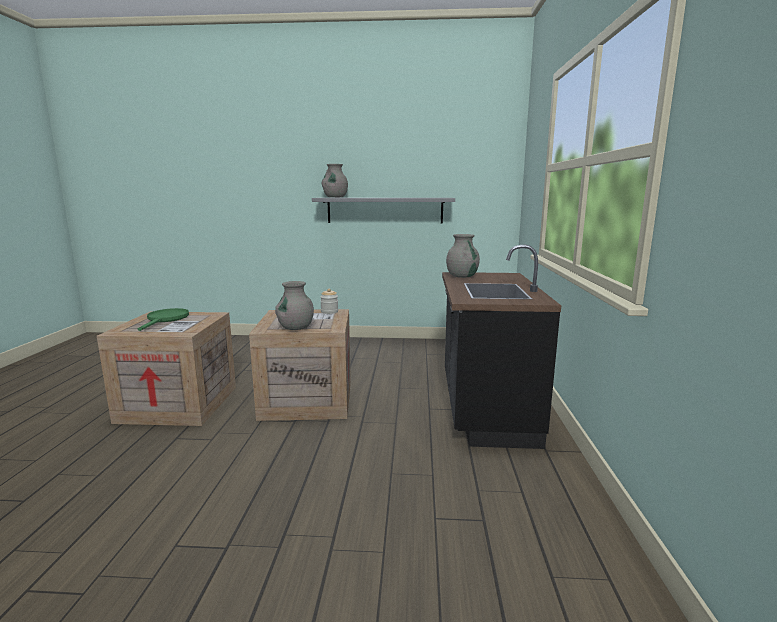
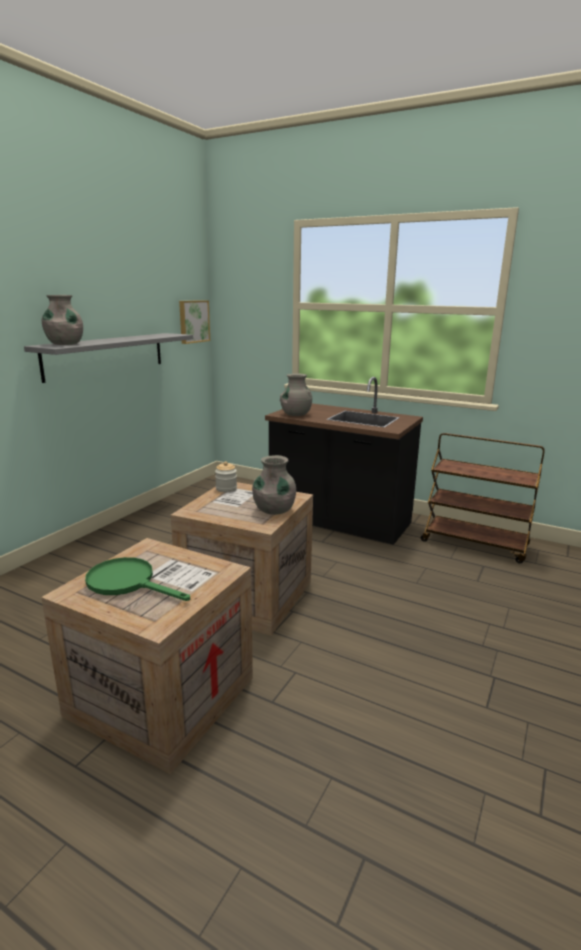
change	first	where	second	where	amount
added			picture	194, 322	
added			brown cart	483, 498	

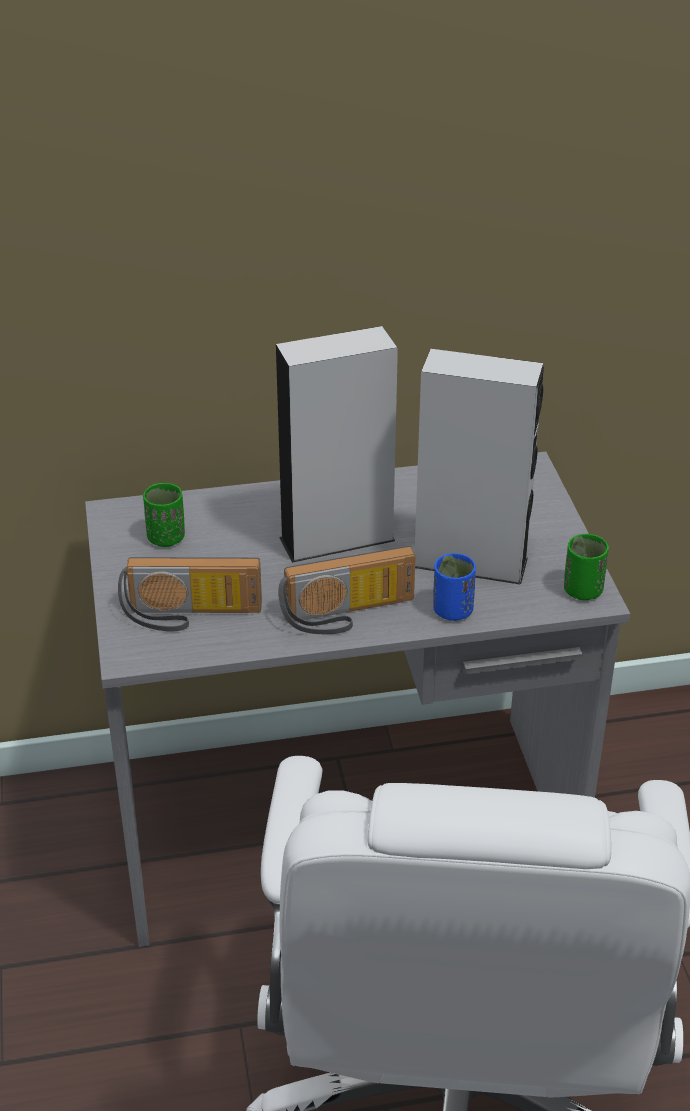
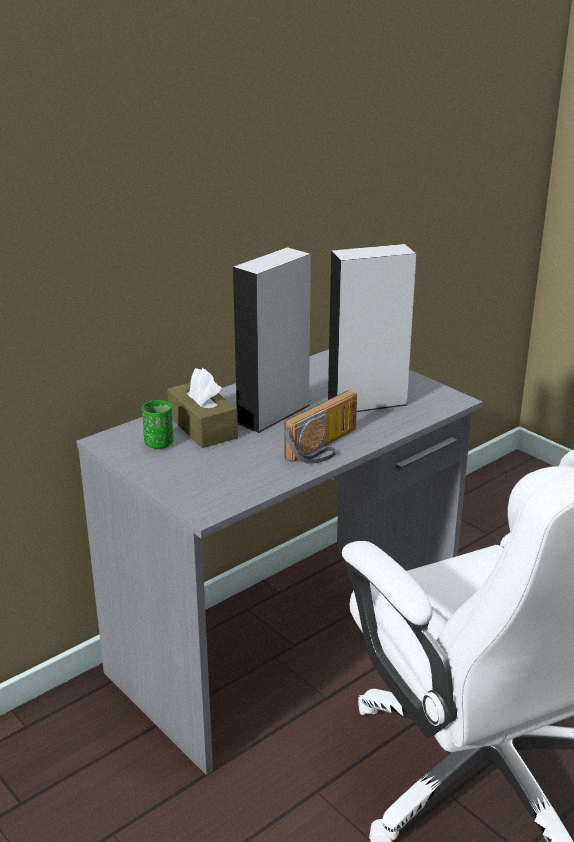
change	first	where	second	where	amount
removed	green cup	586, 567			
removed	blue cup	454, 587			
removed	radio	190, 594			
added			brown tissue box	202, 408	

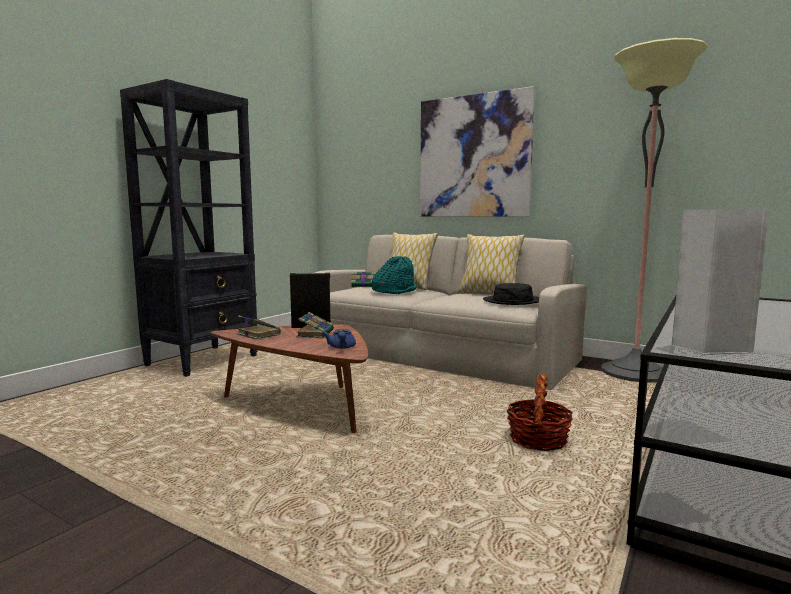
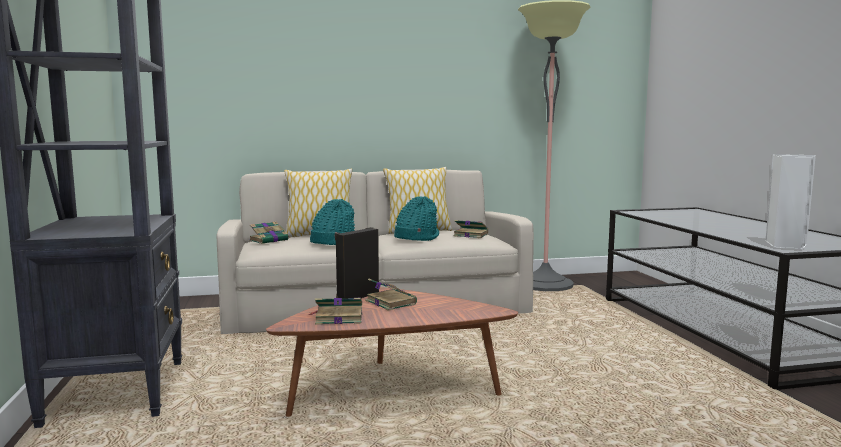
change	first	where	second	where	amount
removed	picture	477, 151			
replaced	black hat	511, 294	book	470, 229	
removed	blue teapot	339, 339			
removed	basket	540, 412			
added			turquoise hat	416, 218	

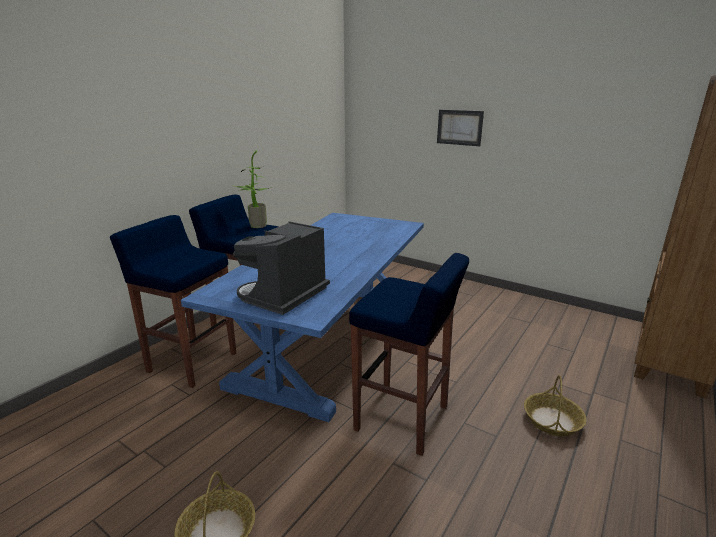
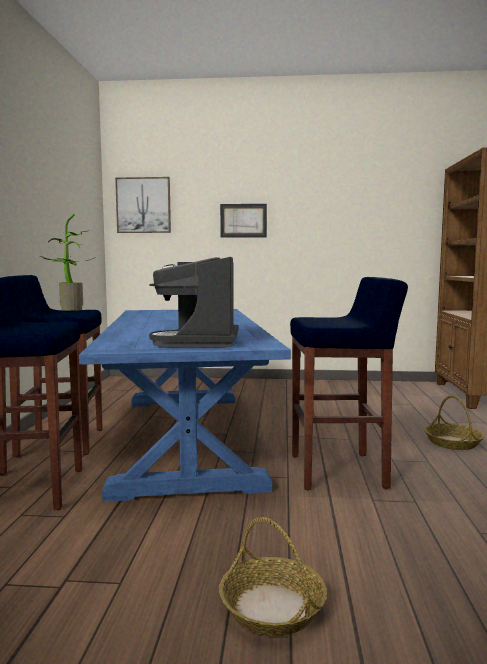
change	first	where	second	where	amount
added			picture	143, 205	

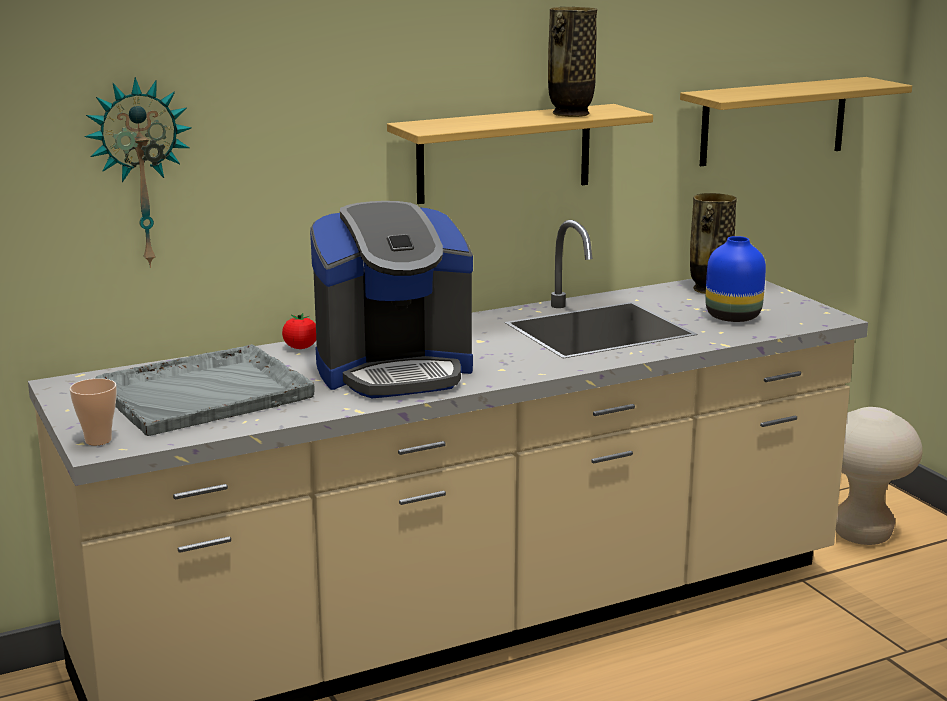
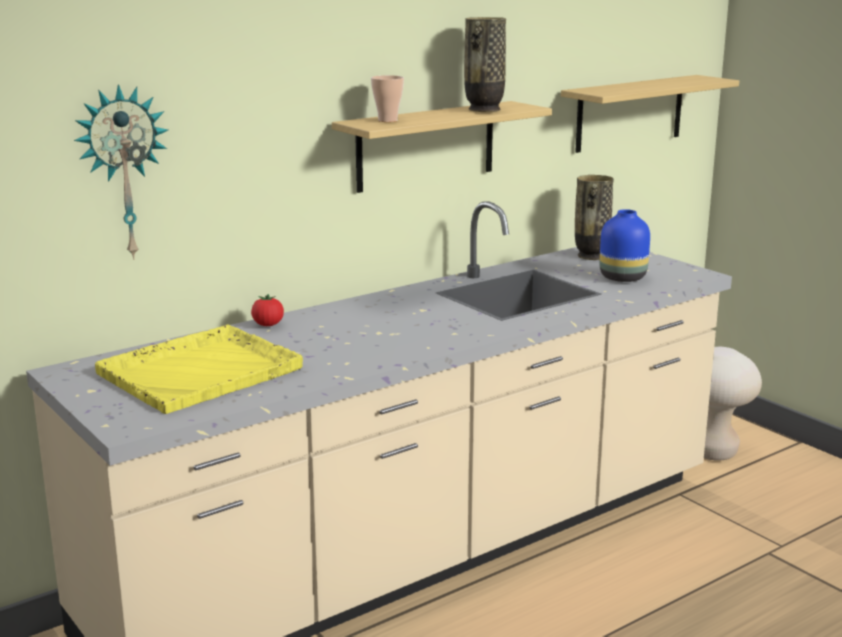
change	first	where	second	where	amount
removed	coffee machine	391, 299			
recoloured	grey tray	205, 390	yellow tray	199, 369	
moved	cup	93, 411		387, 98	

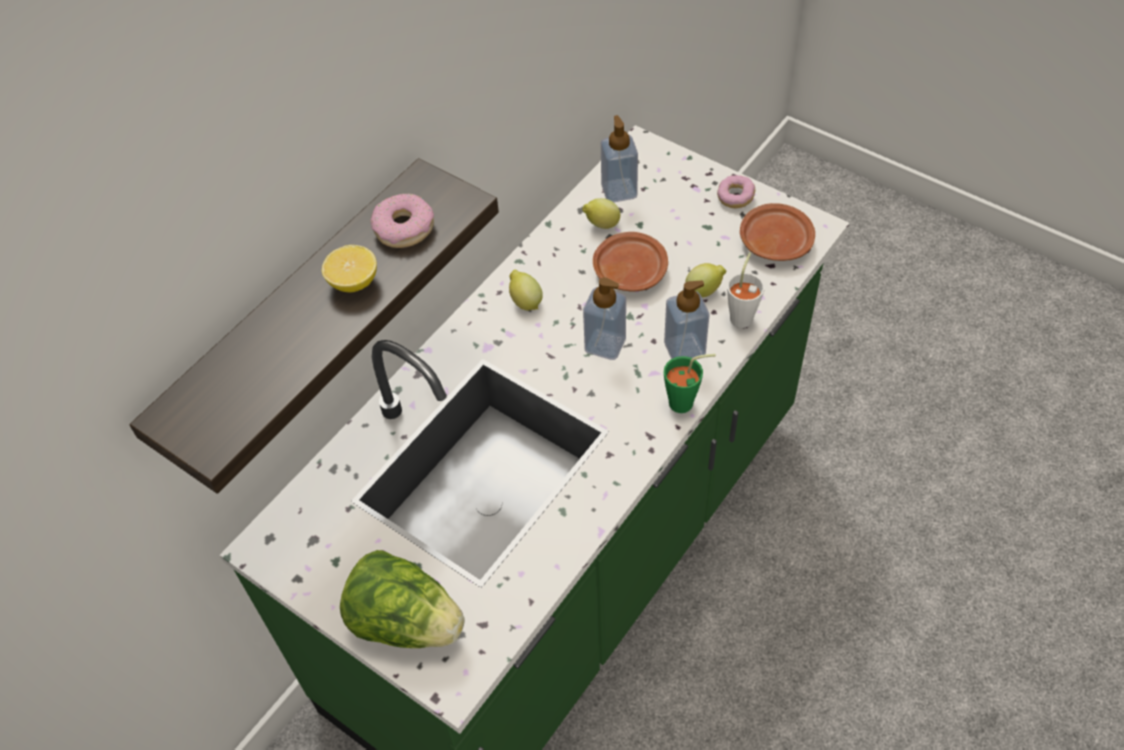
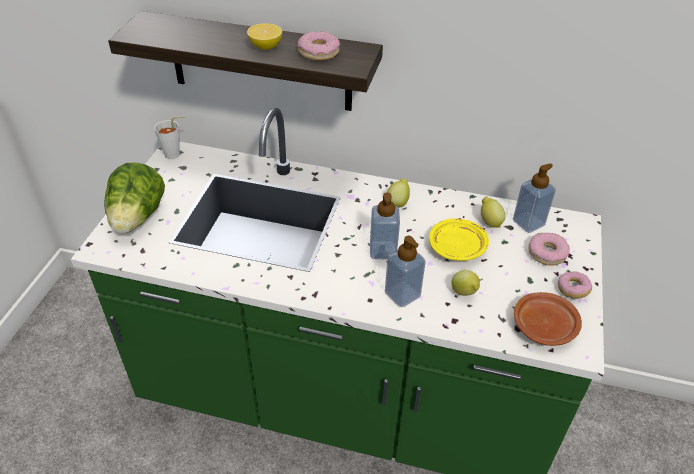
change	first	where	second	where	amount
recoloured	brown plate	630, 262	yellow plate	459, 239	
moved	white cup	746, 290		170, 137	
removed	green cup	690, 383			
added			donut	549, 249	

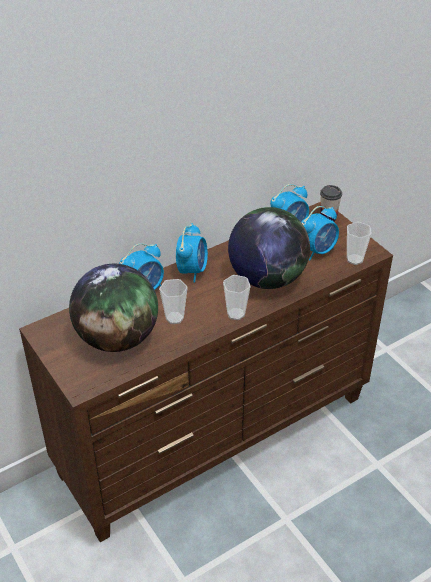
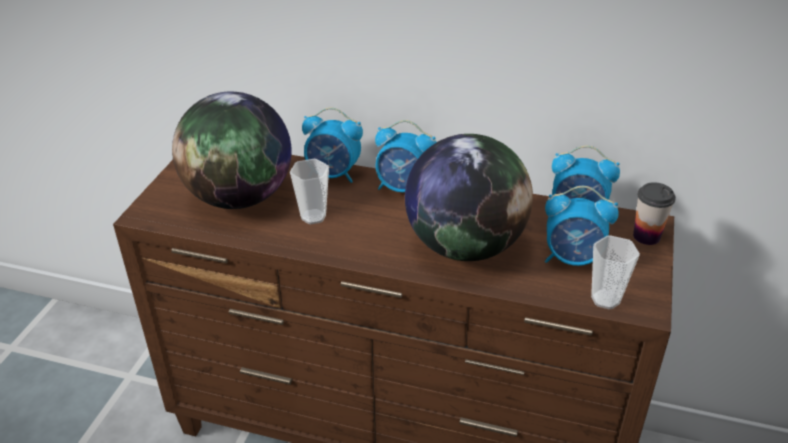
change	first	where	second	where	amount
turned	alarm clock	192, 253		405, 156	45 degrees clockwise
removed	cup	237, 297			

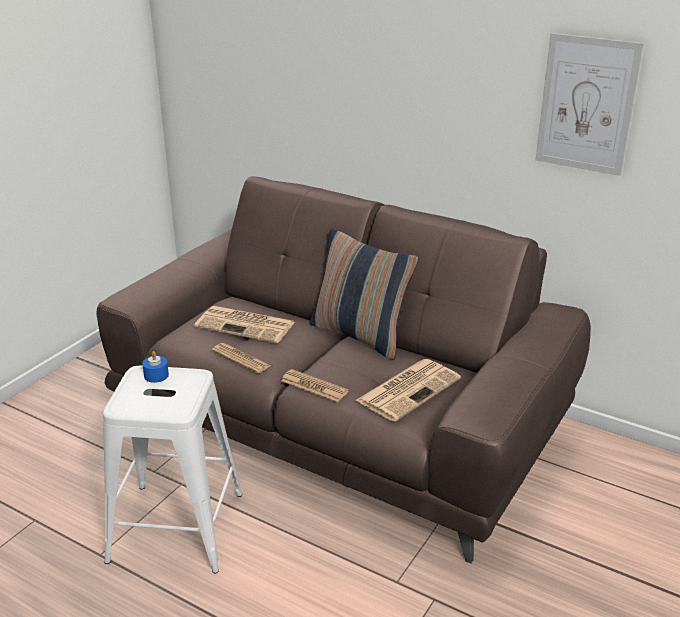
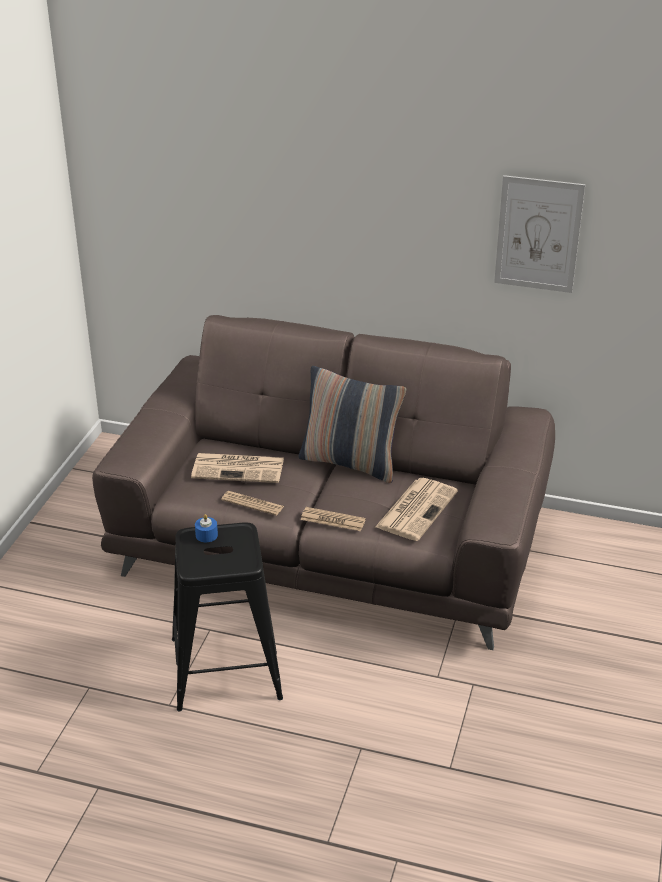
change	first	where	second	where	amount
recoloured	white stool	172, 469	black stool	227, 616	

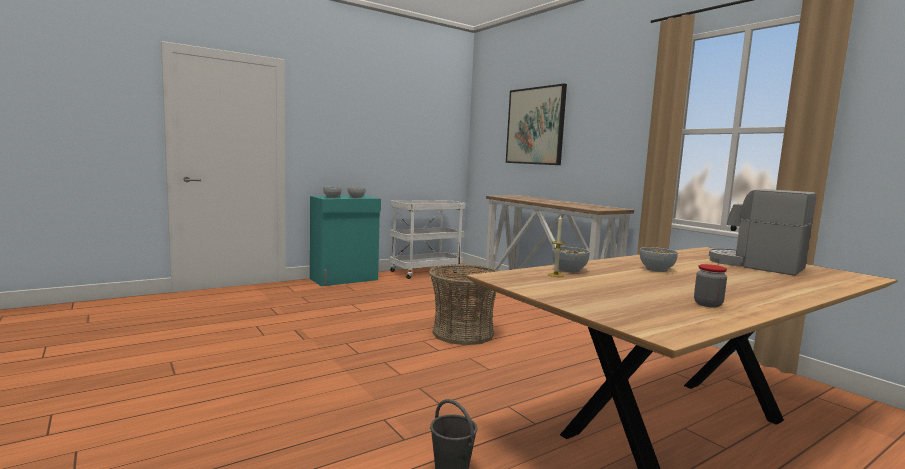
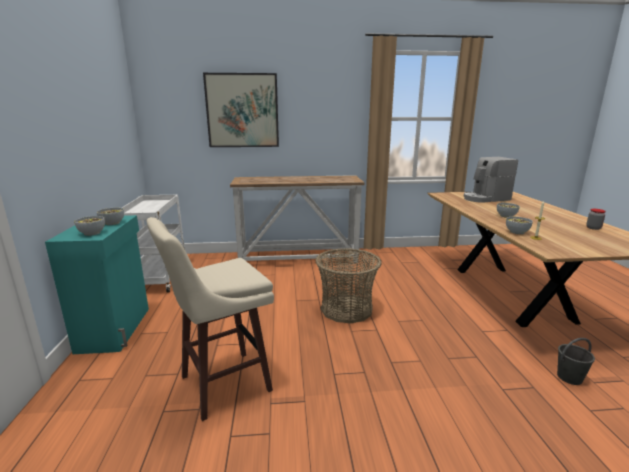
change	first	where	second	where	amount
added			beige stool	210, 319	

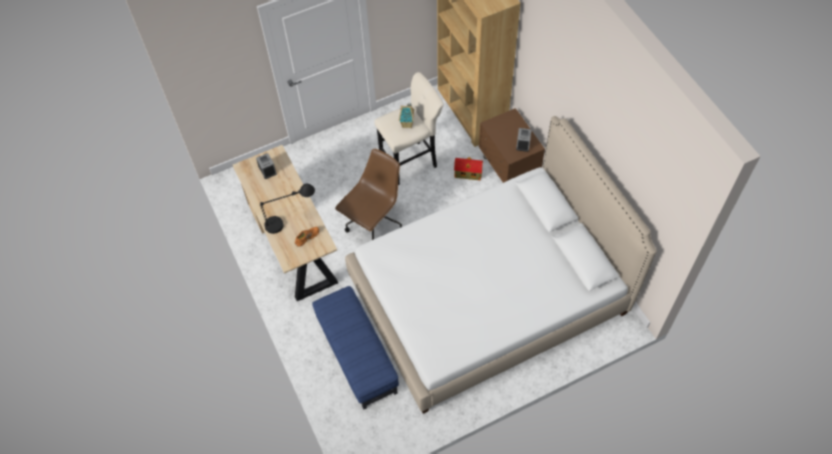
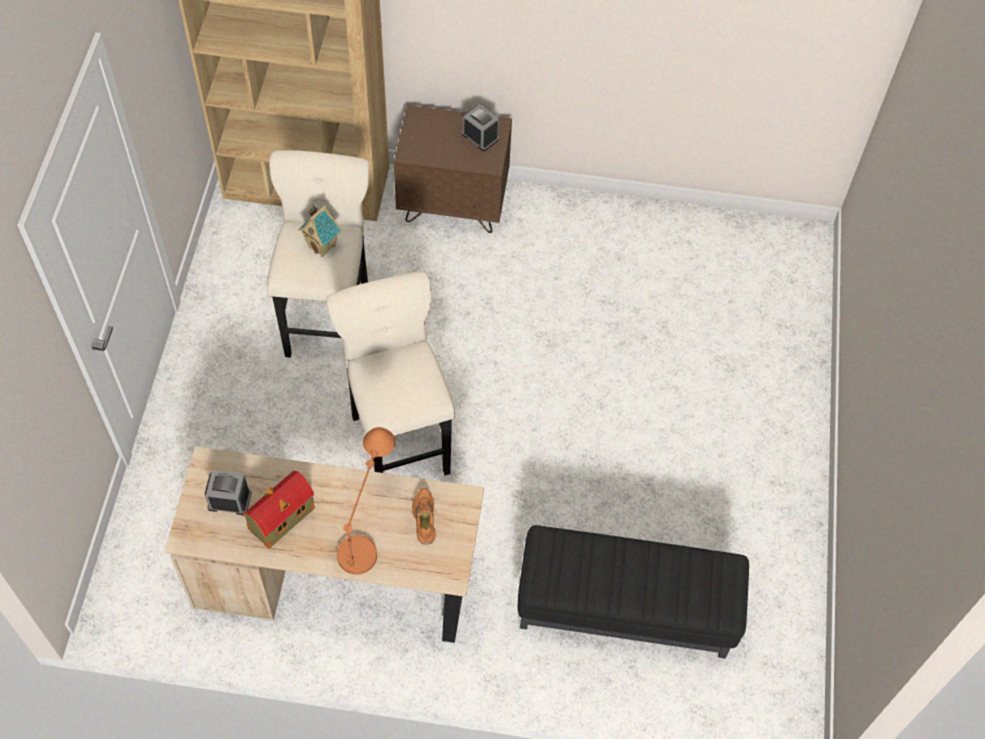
change	first	where	second	where	amount
removed	bed	501, 265			
replaced	brown office chair	368, 194	beige stool	390, 373	
moved	toy house	468, 168		279, 510	
recoloured	black table lamp	287, 208	orange table lamp	366, 501	
recoloured	blue ottoman	355, 347	black ottoman	633, 592	

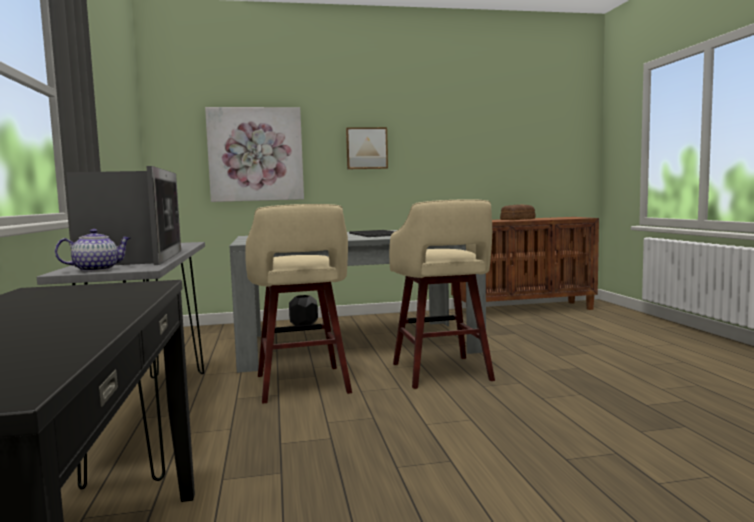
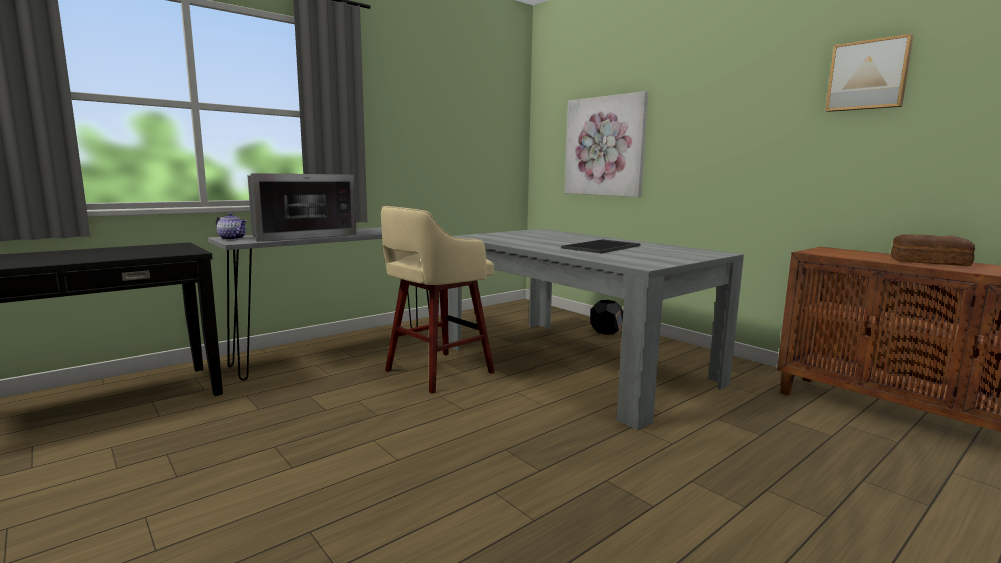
change	first	where	second	where	amount
moved	picture	367, 148		869, 73	
removed	beige stool	442, 294			

